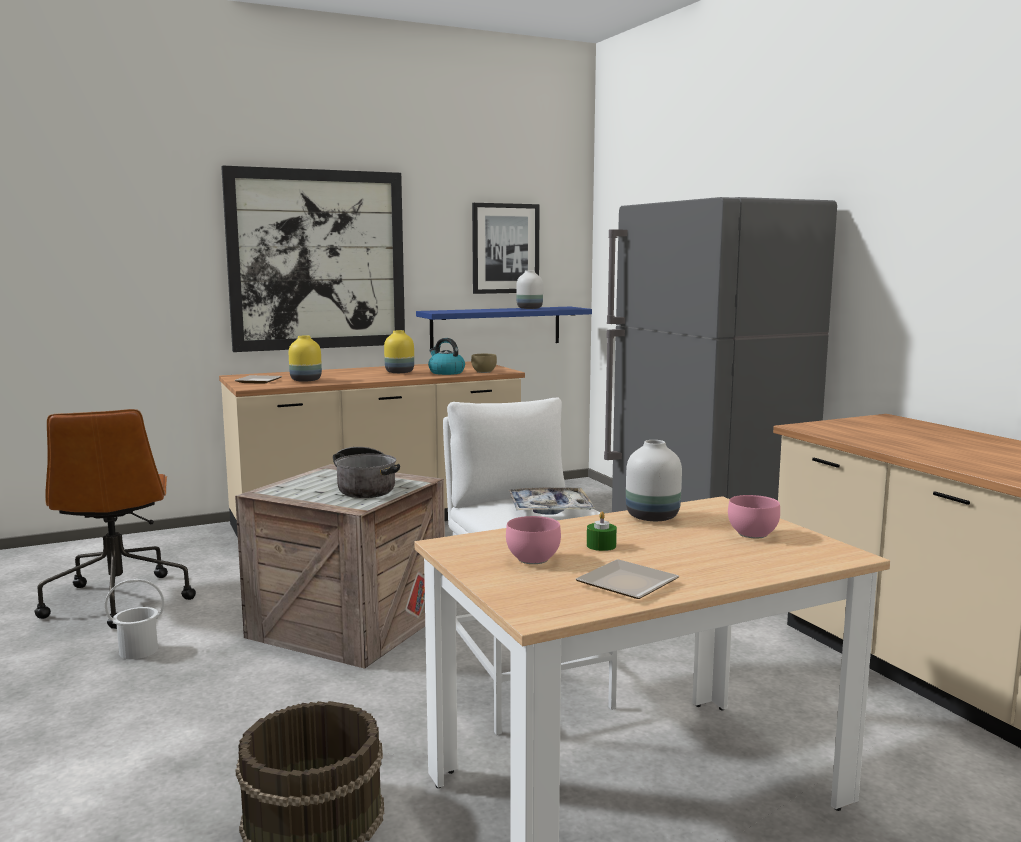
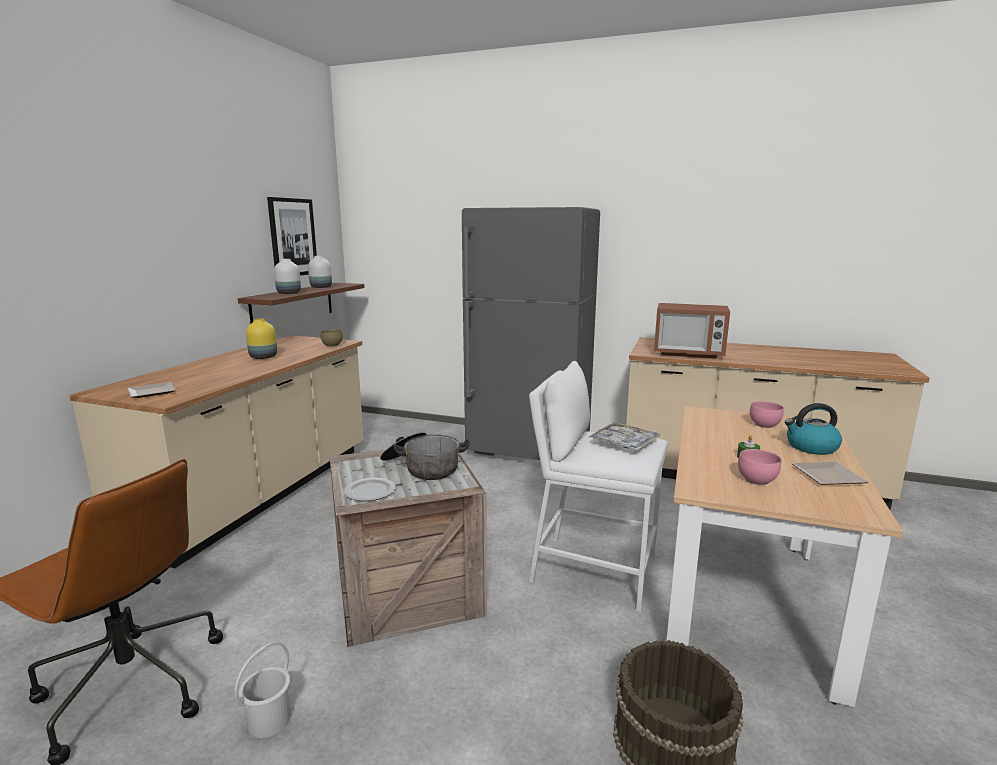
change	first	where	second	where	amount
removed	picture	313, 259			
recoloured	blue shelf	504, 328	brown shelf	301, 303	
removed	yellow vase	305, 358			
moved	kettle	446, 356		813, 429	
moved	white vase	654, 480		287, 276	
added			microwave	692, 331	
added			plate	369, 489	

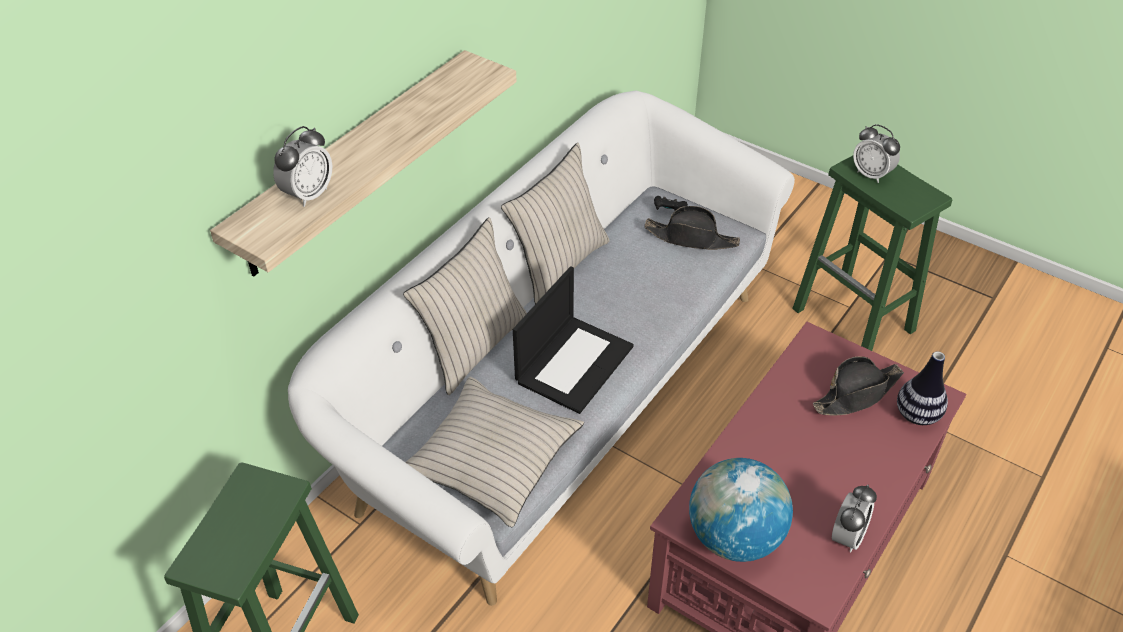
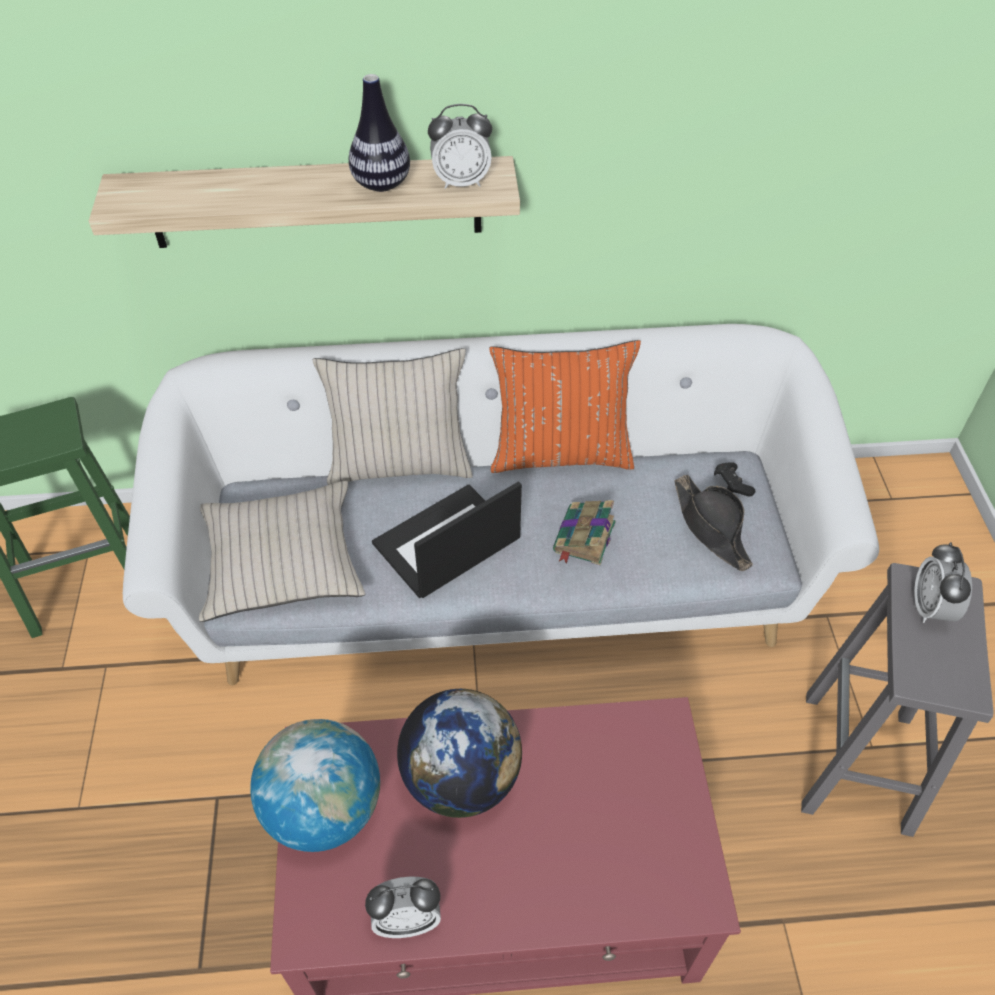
change	first	where	second	where	amount
moved	alarm clock	302, 166		460, 146	
recoloured	beige pillow	555, 223	orange pillow	565, 406	
recoloured	green stool	872, 253	grey stool	897, 700	
turned	laptop	573, 340		447, 539	150 degrees clockwise
moved	vase	922, 388		379, 133	
removed	black hat	858, 386			
added			book	584, 532	
added			globe	459, 753	

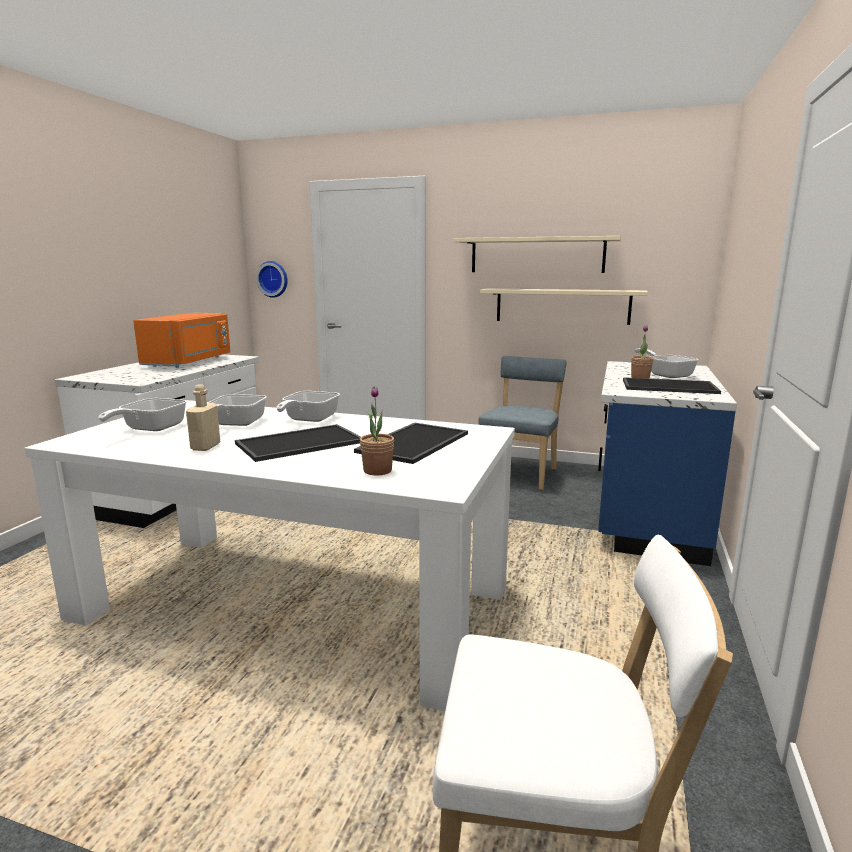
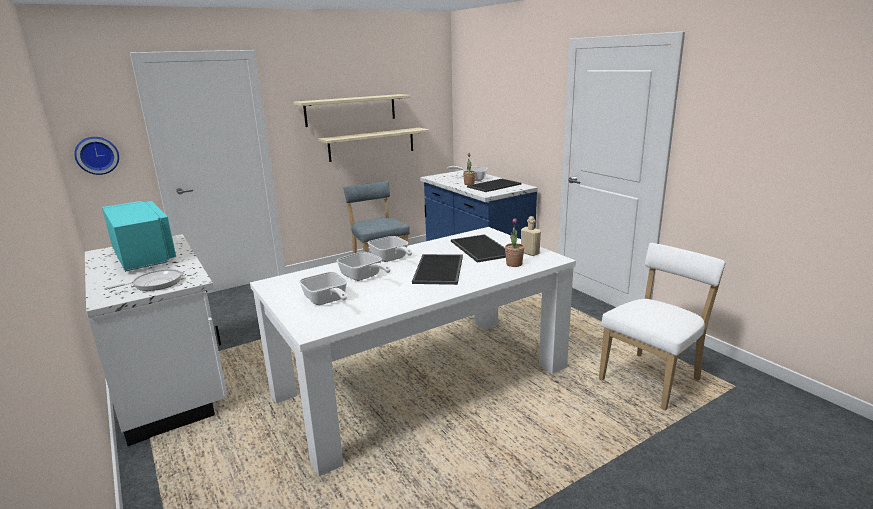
change	first	where	second	where	amount
recoloured	orange microwave	181, 340	turquoise microwave	139, 236	
moved	beige bottle	203, 417		531, 236	
added			frying pan	143, 280	

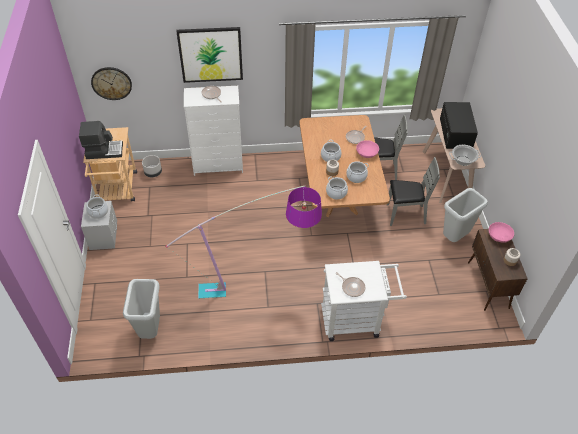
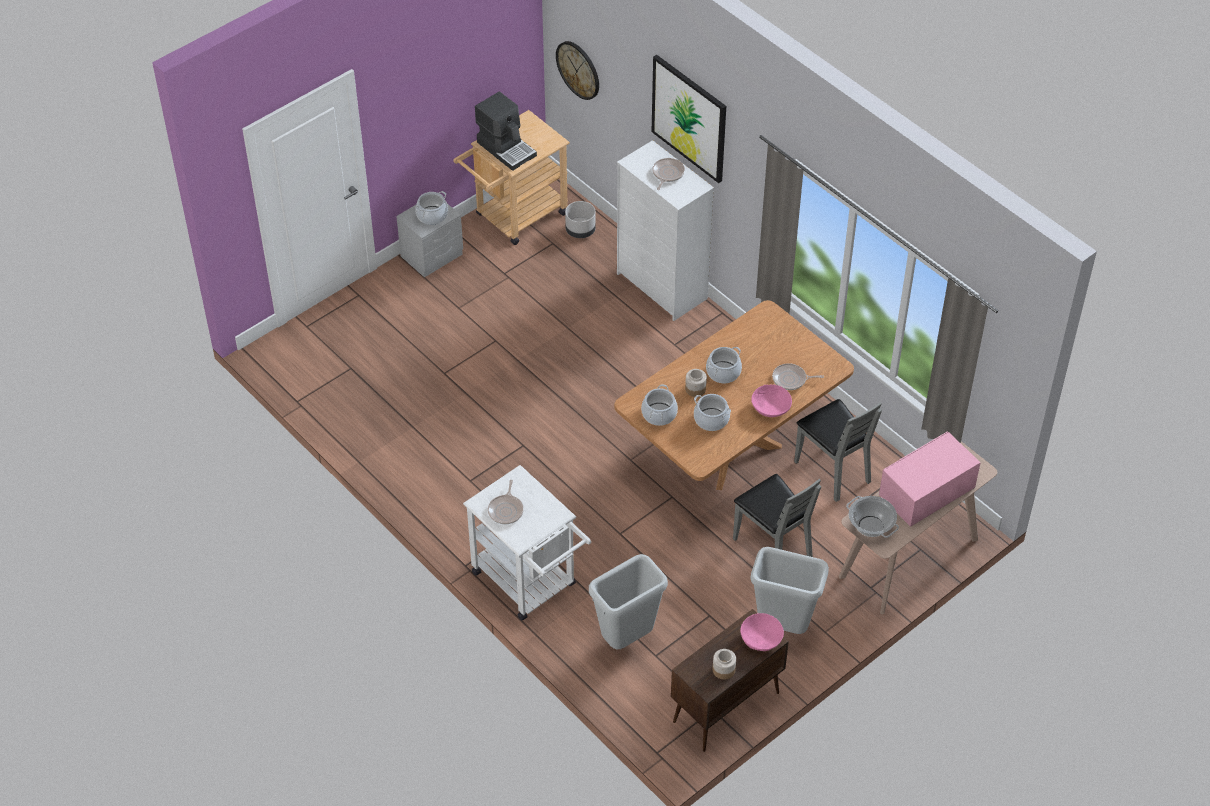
change	first	where	second	where	amount
recoloured	black microwave	459, 125	pink microwave	930, 479	
removed	floor lamp	243, 241			
moved	grey trash can	141, 309		628, 601	

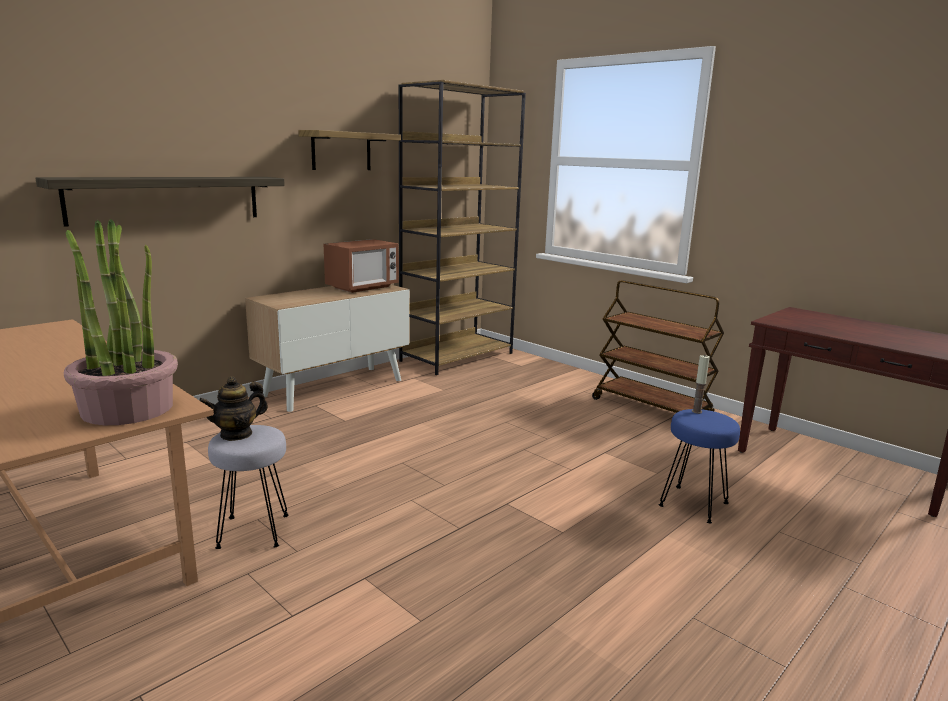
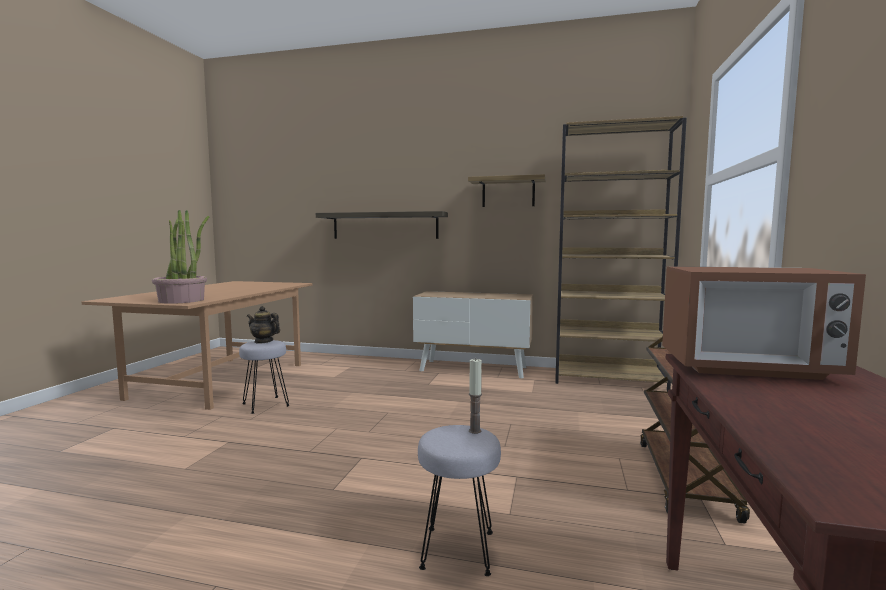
change	first	where	second	where	amount
moved	microwave	361, 266		764, 323	
recoloured	blue stool	699, 466	grey stool	459, 500	

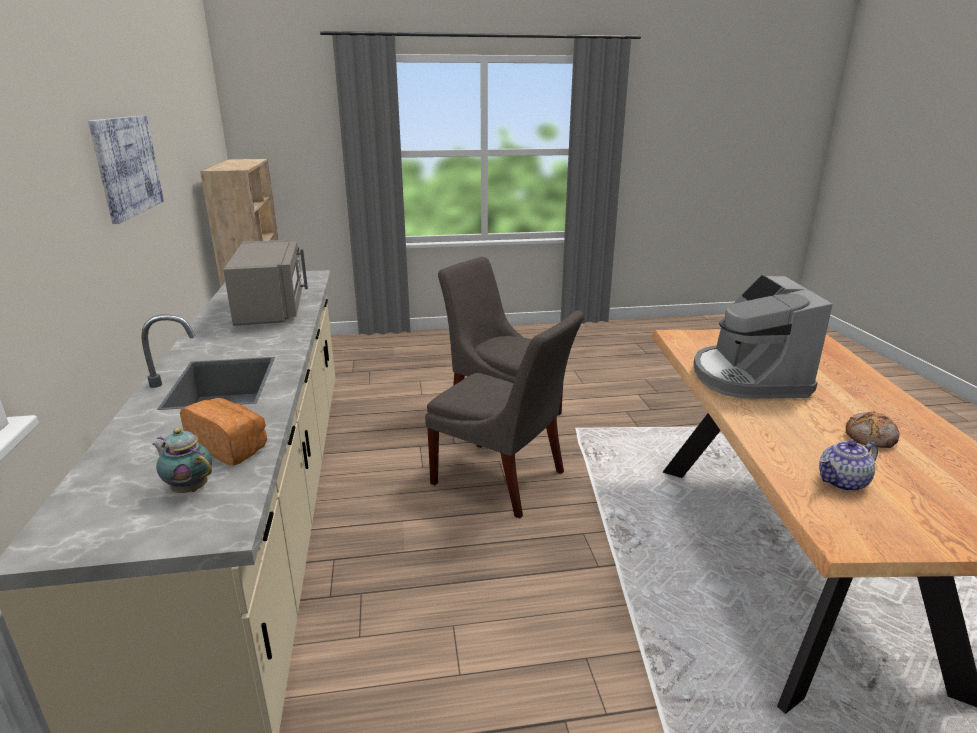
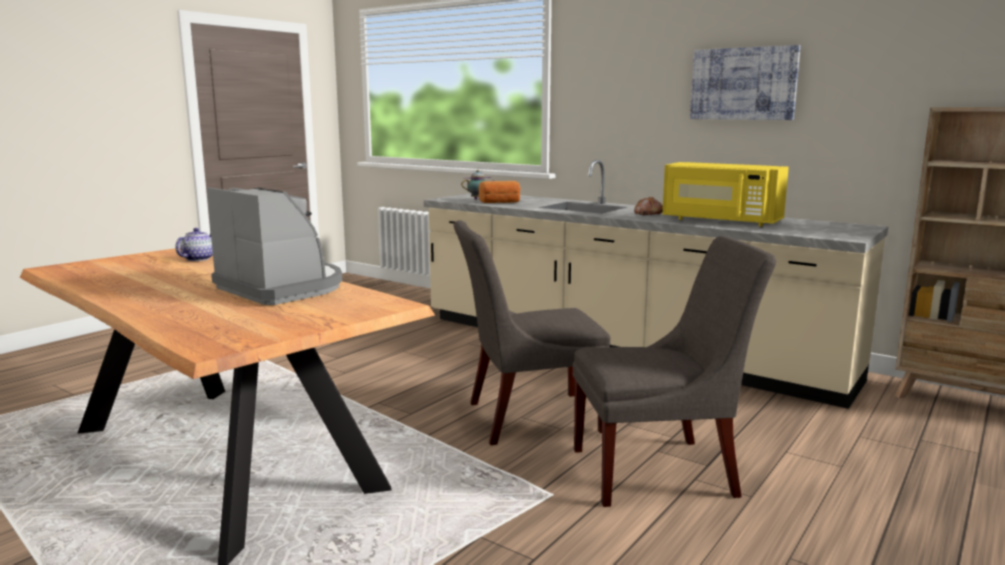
change	first	where	second	where	amount
recoloured	grey microwave	265, 283	yellow microwave	725, 194	
moved	bread	873, 429		648, 206	

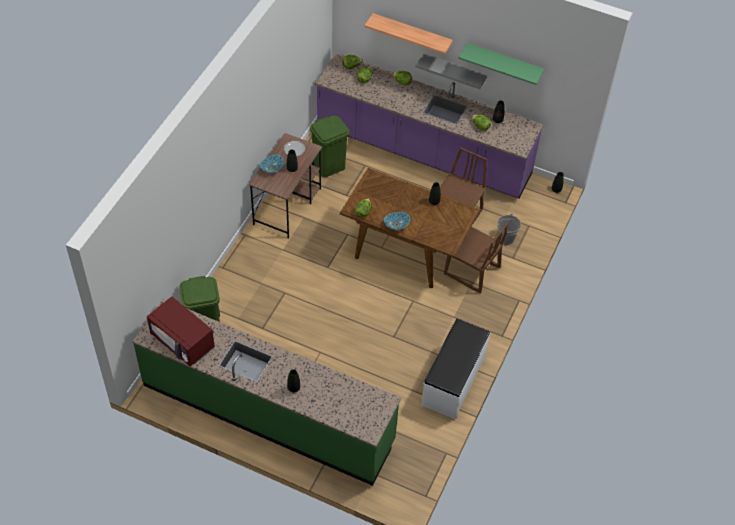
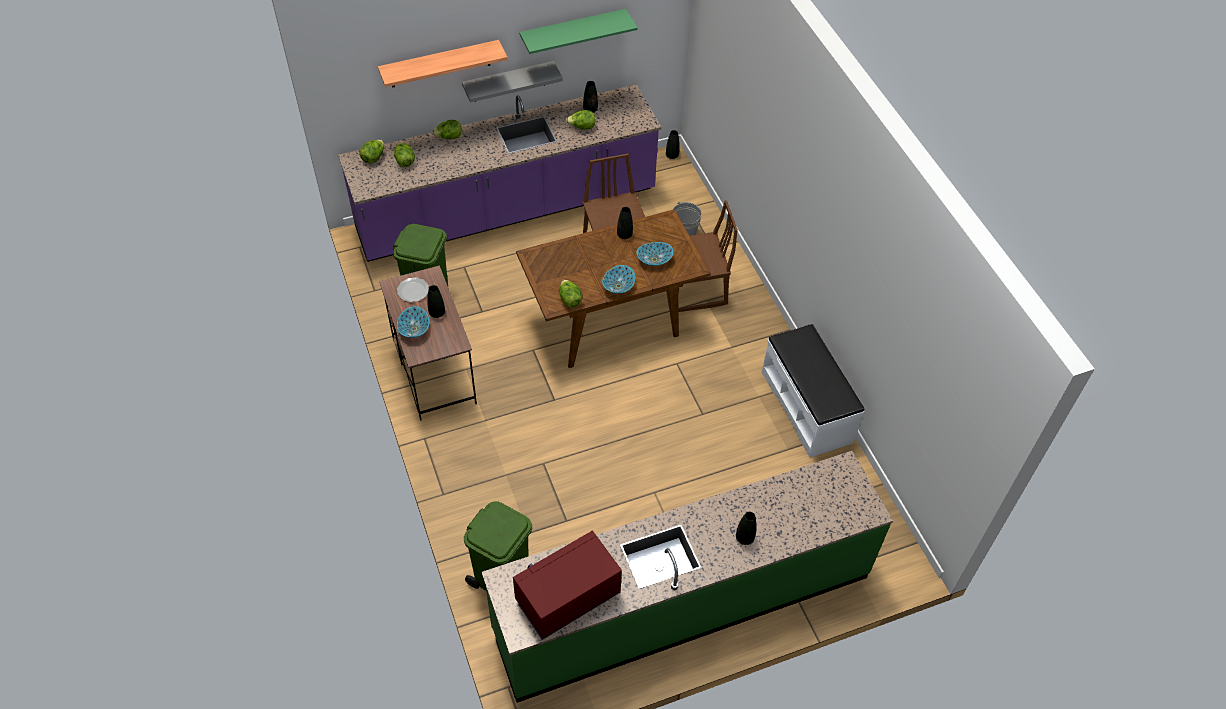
change	first	where	second	where	amount
turned	red microwave	181, 332		567, 585	150 degrees clockwise
added			bowl	655, 254	

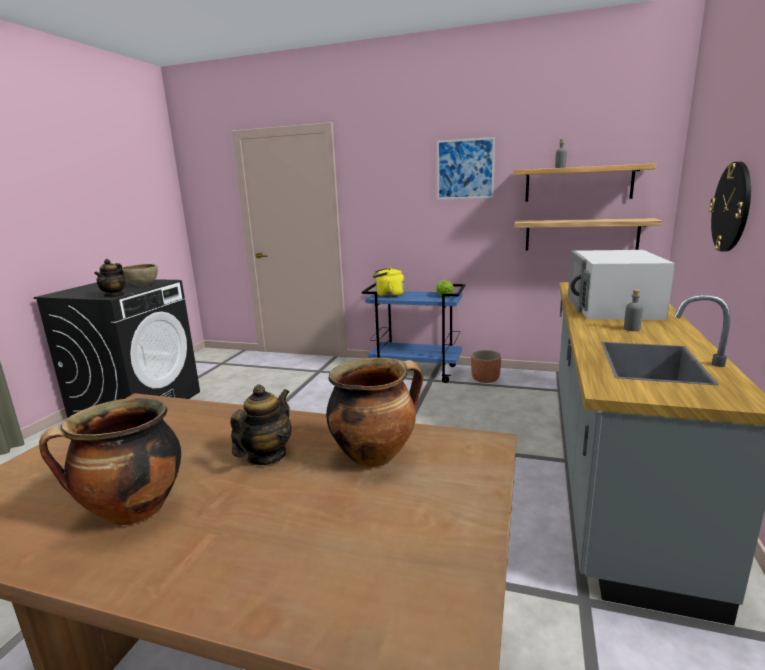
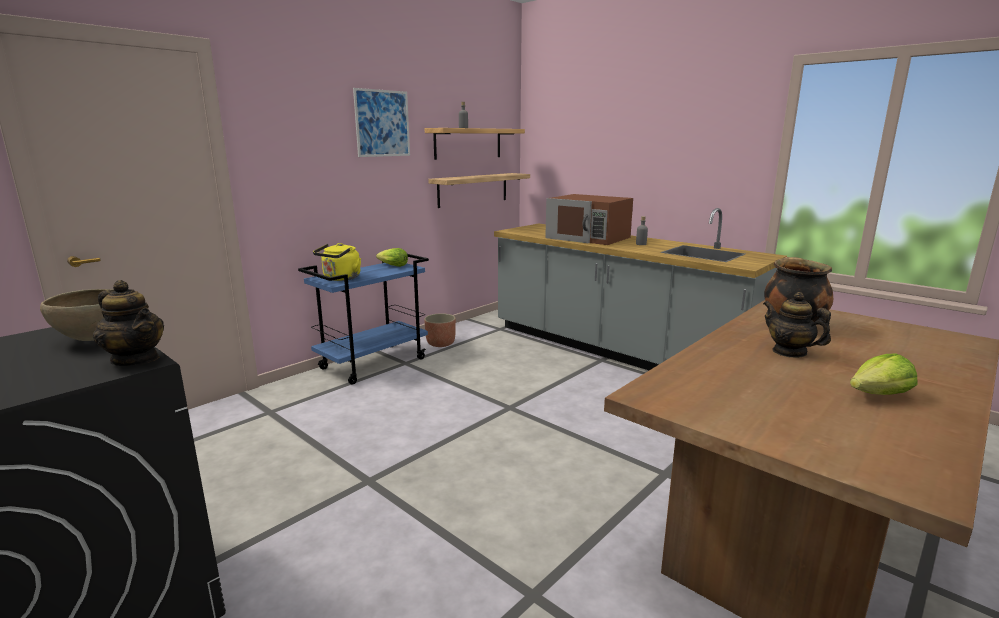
change	first	where	second	where	amount
removed	wall clock	730, 206			
recoloured	white microwave	621, 285	brown microwave	589, 219	
replaced	cooking pot	110, 461	lettuce	884, 374	

